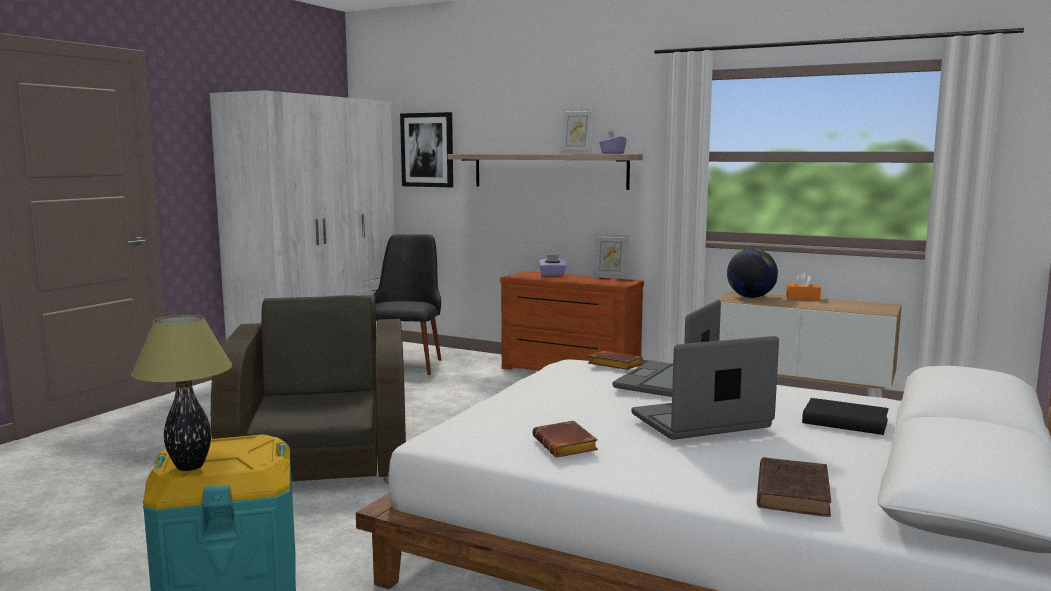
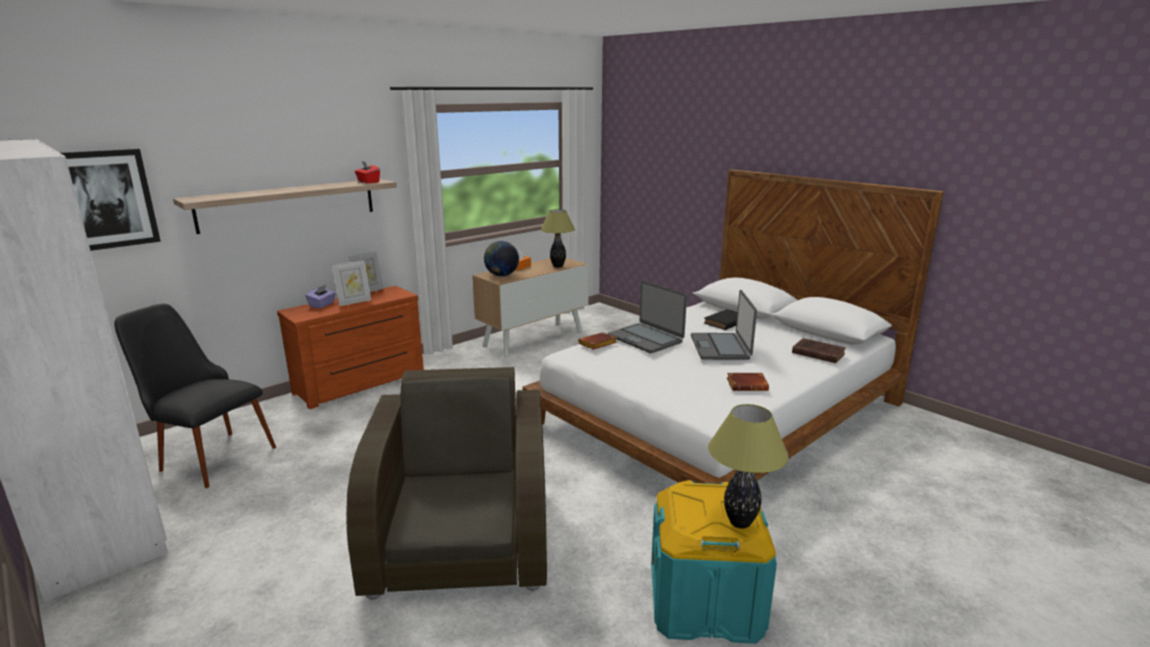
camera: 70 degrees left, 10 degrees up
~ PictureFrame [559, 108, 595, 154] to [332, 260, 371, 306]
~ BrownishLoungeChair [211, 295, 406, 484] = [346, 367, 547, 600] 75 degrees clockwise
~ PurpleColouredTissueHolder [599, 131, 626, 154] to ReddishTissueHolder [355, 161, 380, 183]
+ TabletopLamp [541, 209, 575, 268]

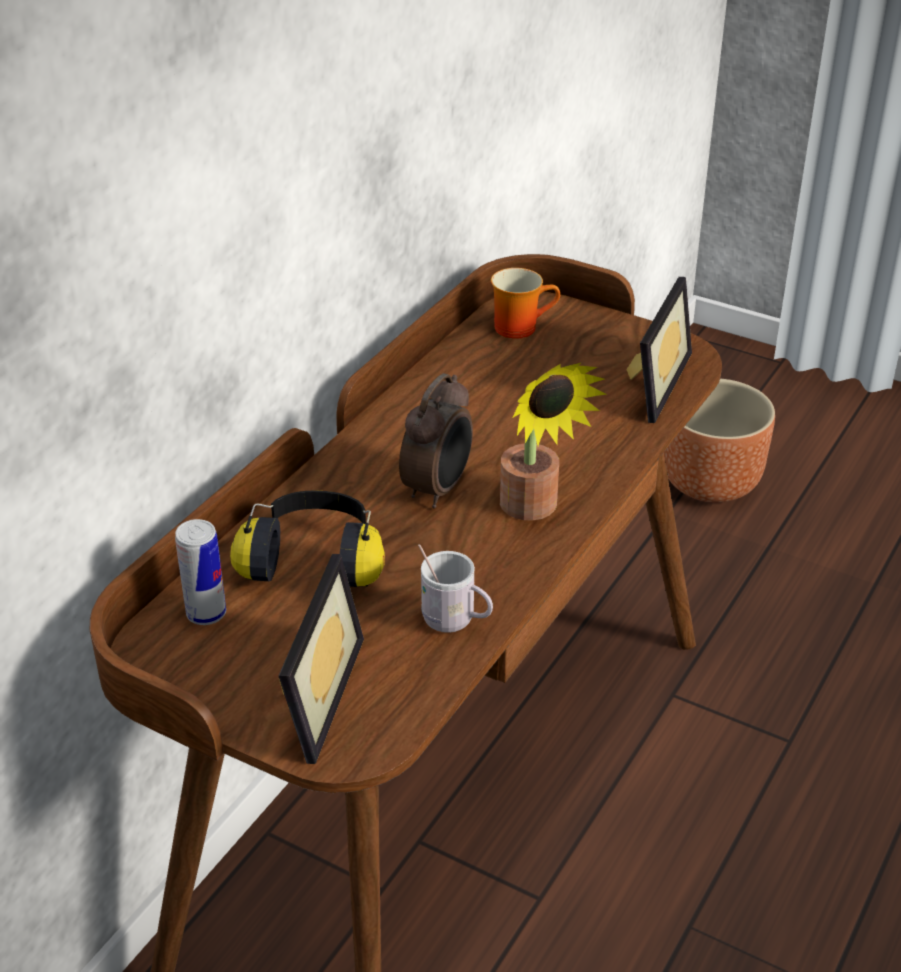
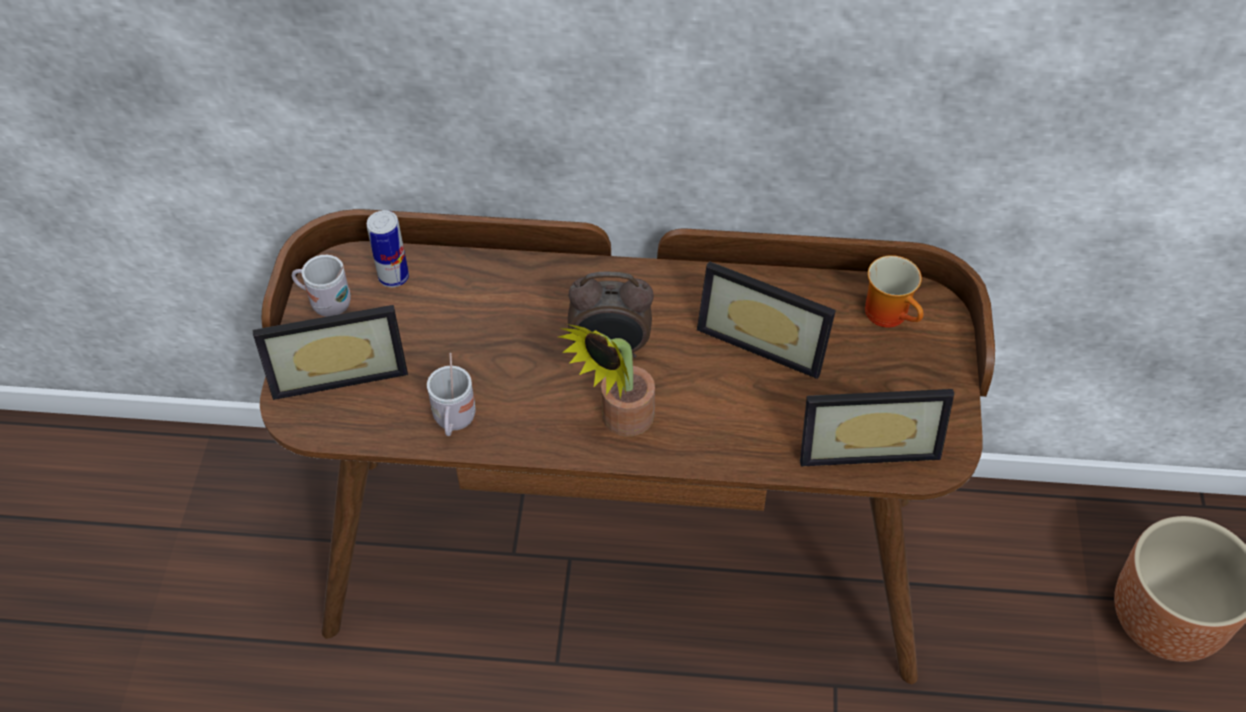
camera: 65 degrees right, 15 degrees up
+ WhiteCoffeeMug [292, 255, 351, 317]
+ PictureFrame [697, 261, 836, 379]
- Headphones [230, 491, 385, 587]

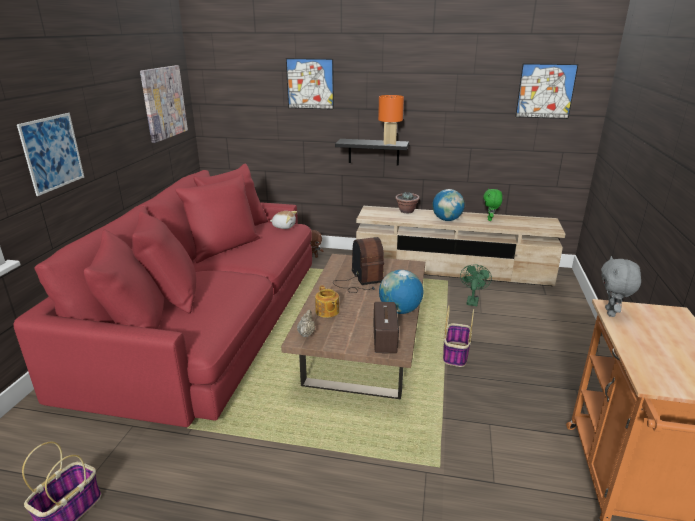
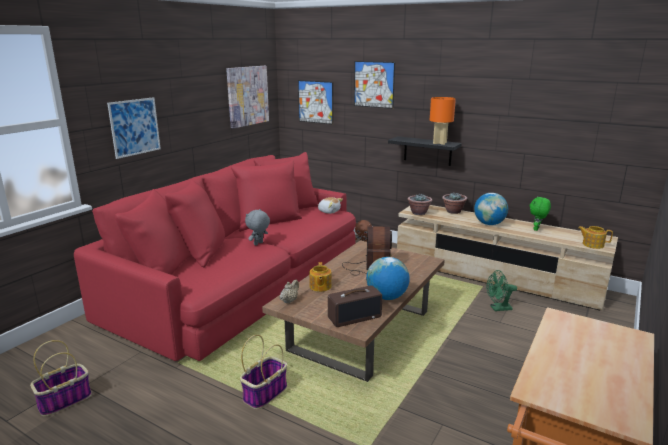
camera: 20 degrees right, 5 degrees down
~ StorageBasket [443, 305, 474, 367] to [240, 335, 287, 409]
~ GreyishPlushToy [601, 256, 641, 317] to [245, 209, 270, 245]
~ Picture [515, 63, 578, 119] to [298, 80, 333, 125]
~ RadioReceiver [374, 302, 399, 353] = [328, 285, 382, 327] 45 degrees clockwise
+ PottedPlant [408, 194, 432, 215]
~ GreenishFan [460, 264, 492, 306] = [487, 270, 517, 311] 135 degrees counterclockwise
+ TeaPot [578, 226, 613, 249]

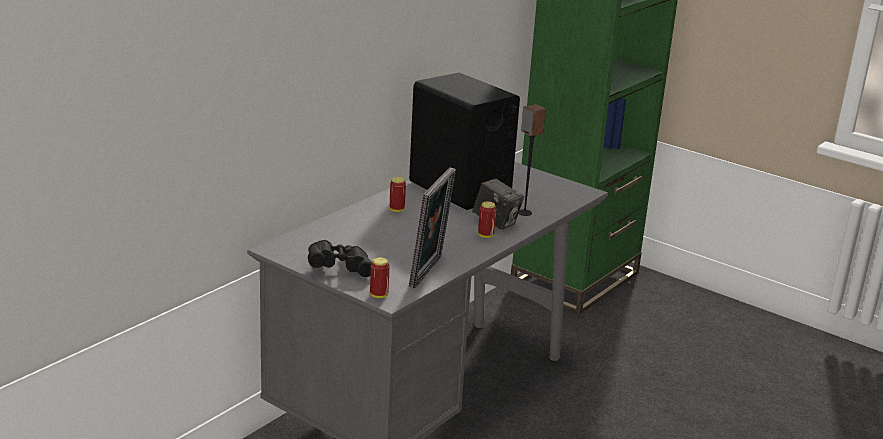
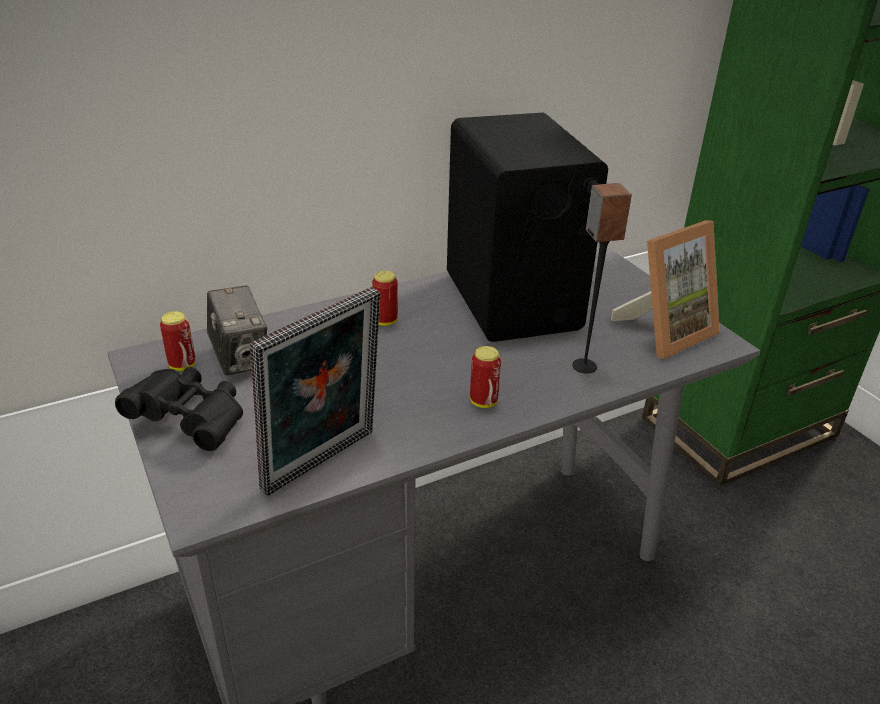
camera: 25 degrees right, 10 degrees up
~ Can [370, 257, 390, 298] to [160, 311, 196, 371]
~ PhotoCamera [472, 178, 524, 230] to [207, 286, 267, 375]
+ PictureFrame [611, 220, 720, 359]

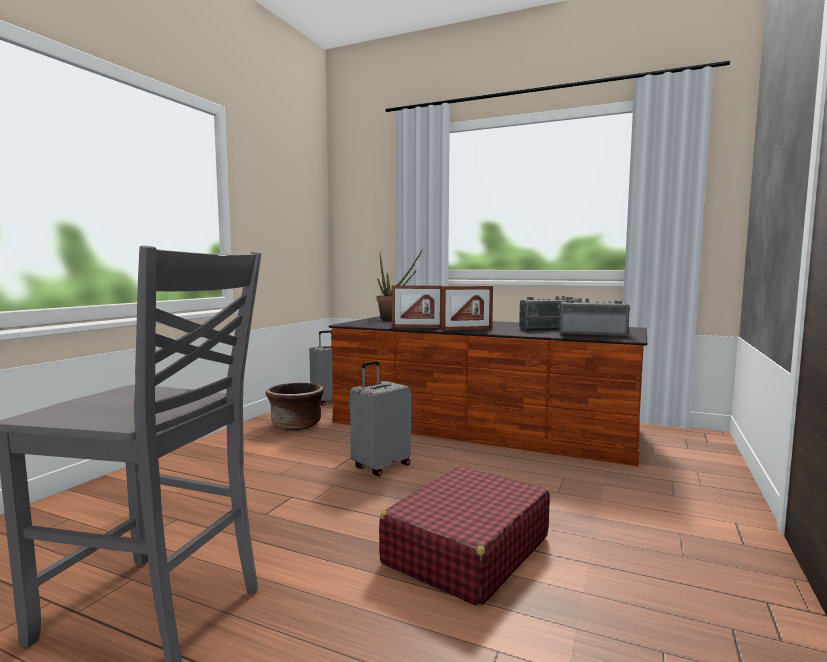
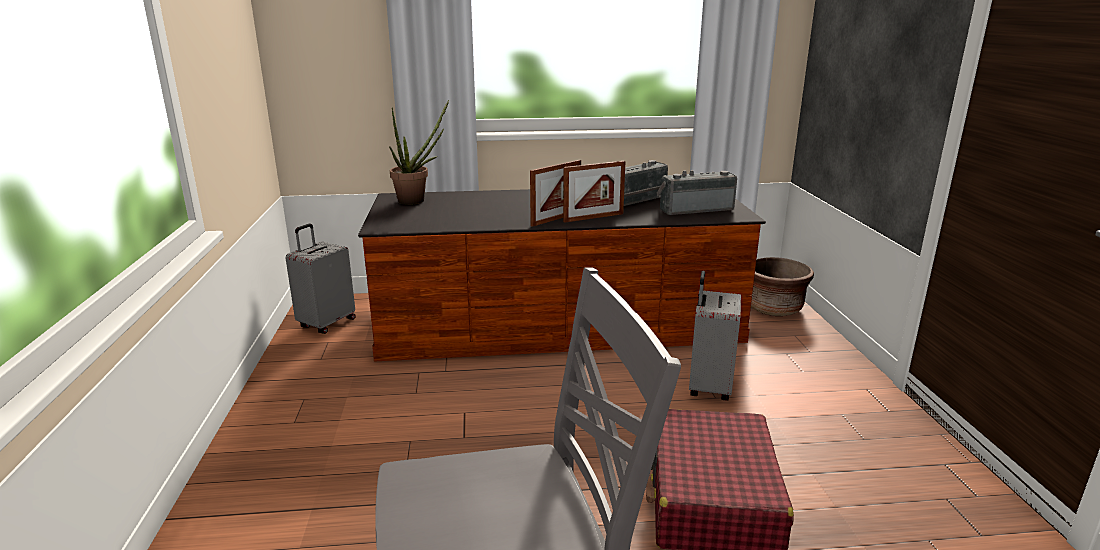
camera: 30 degrees left, 15 degrees up
~ PictureFrame [392, 285, 442, 328] to [563, 161, 626, 223]
~ GreyishSuitcase [350, 361, 411, 476] to [689, 271, 741, 401]
~ BrownishPlantPot [266, 383, 324, 430] to [751, 257, 814, 316]

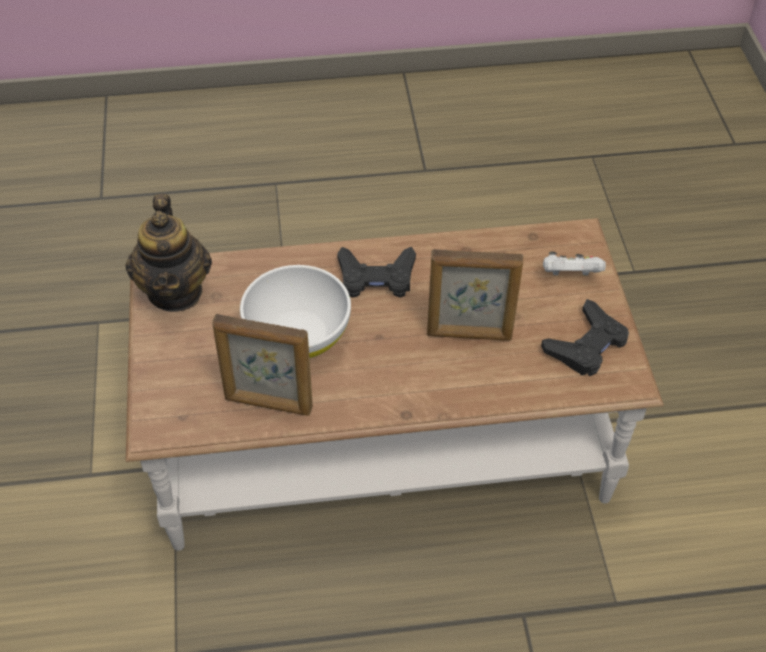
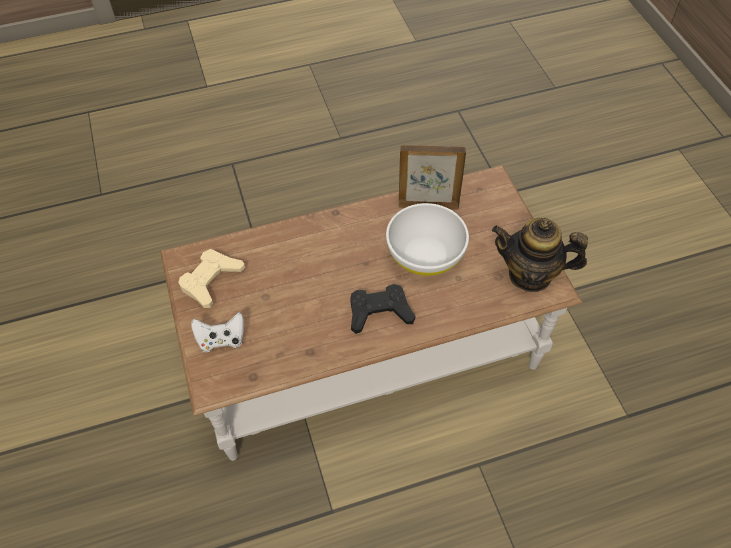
camera: 170 degrees right, 5 degrees up
~ BlackColouredGamepad [541, 299, 629, 376] to BeigeColouredGamepad [178, 249, 245, 308]
~ TeaPot [125, 194, 212, 312] = [492, 218, 588, 292] 60 degrees counterclockwise
- PictureFrame [427, 249, 523, 341]

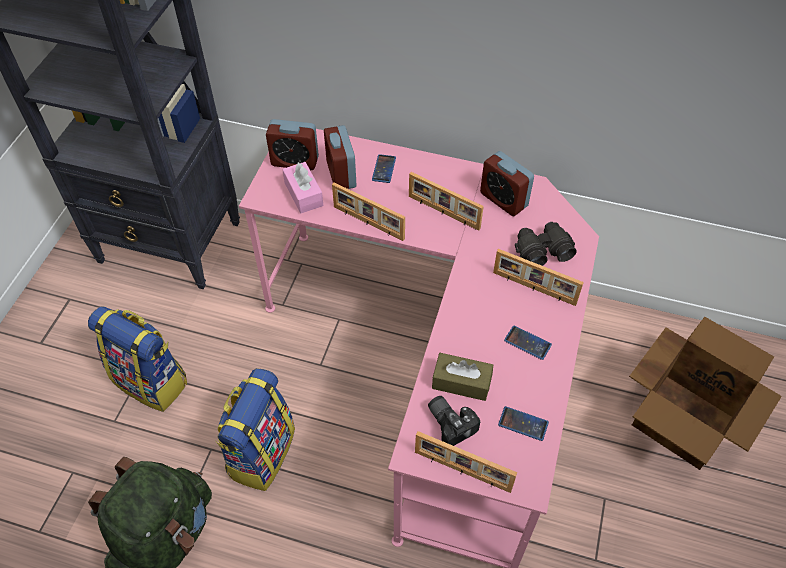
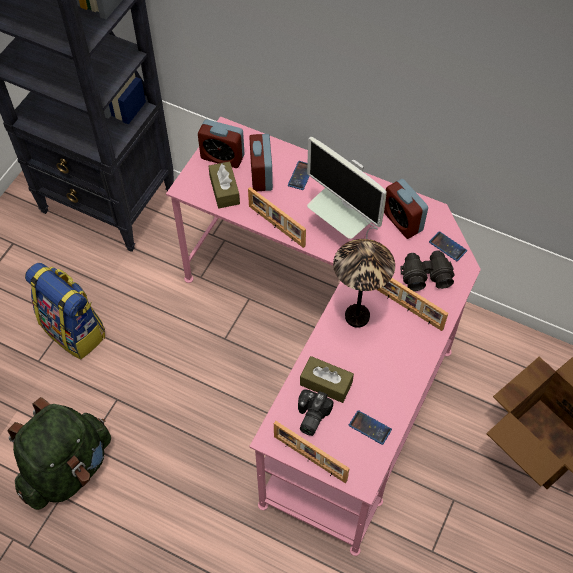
camera: 10 degrees right, 5 degrees up
~ PinkTissueHolder [282, 162, 323, 213] to BrownishTissueHolder [208, 161, 240, 209]
~ PhotoCamera [428, 396, 480, 446] = [298, 390, 334, 436] 135 degrees counterclockwise
~ PictureFrame [409, 172, 484, 231] to Monitor [307, 137, 387, 239]
+ TabletopLamp [333, 239, 395, 328]
~ Telephone [504, 325, 552, 360] to [429, 231, 467, 261]
- Backpack [216, 368, 295, 491]

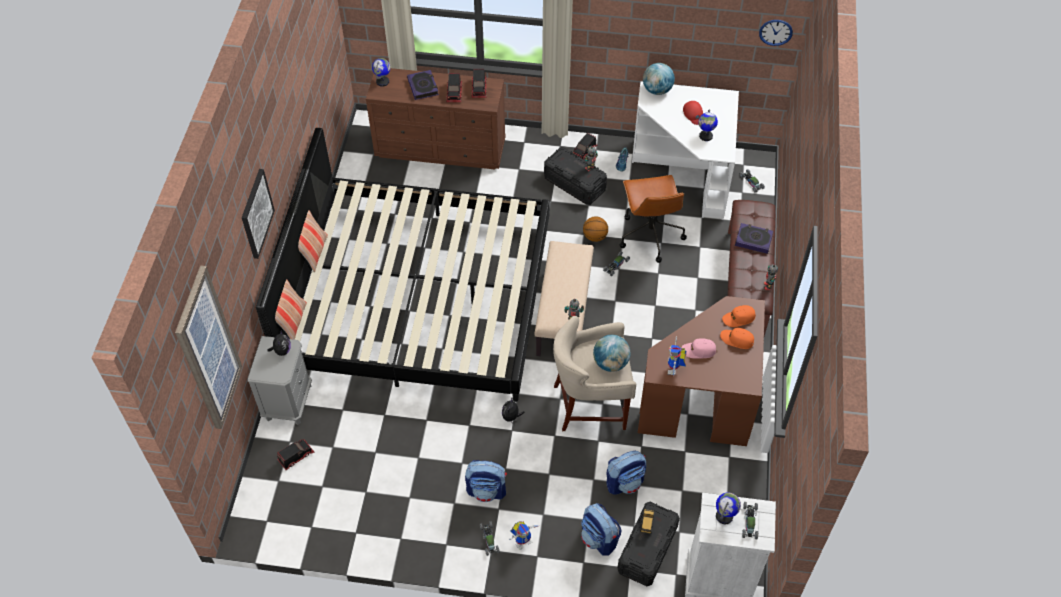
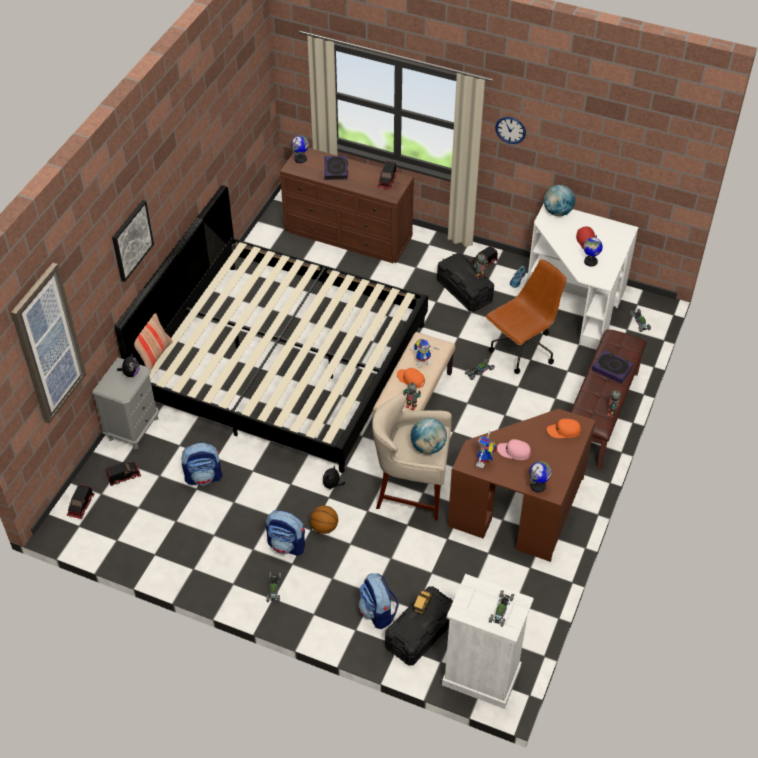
camera: 15 degrees right, 5 degrees down
~ ModelTruck [446, 73, 462, 102] to [67, 484, 95, 519]
~ Backpack [606, 451, 646, 495] to [182, 443, 222, 485]
~ BasketballBall [583, 217, 608, 242] to [310, 506, 338, 534]
~ OrangePeakedCap [720, 328, 754, 349] to [397, 368, 425, 388]
~ ModelRobot [509, 521, 538, 550] to [409, 338, 440, 367]
~ BrownishOfficeChair [620, 175, 687, 263] = [486, 259, 567, 374] 135 degrees counterclockwise
~ ClockOnTheWall [759, 20, 793, 46] to [495, 117, 526, 144]
~ WorldGlobe [716, 492, 741, 524] to [529, 461, 552, 492]
- Cushion [298, 210, 328, 272]

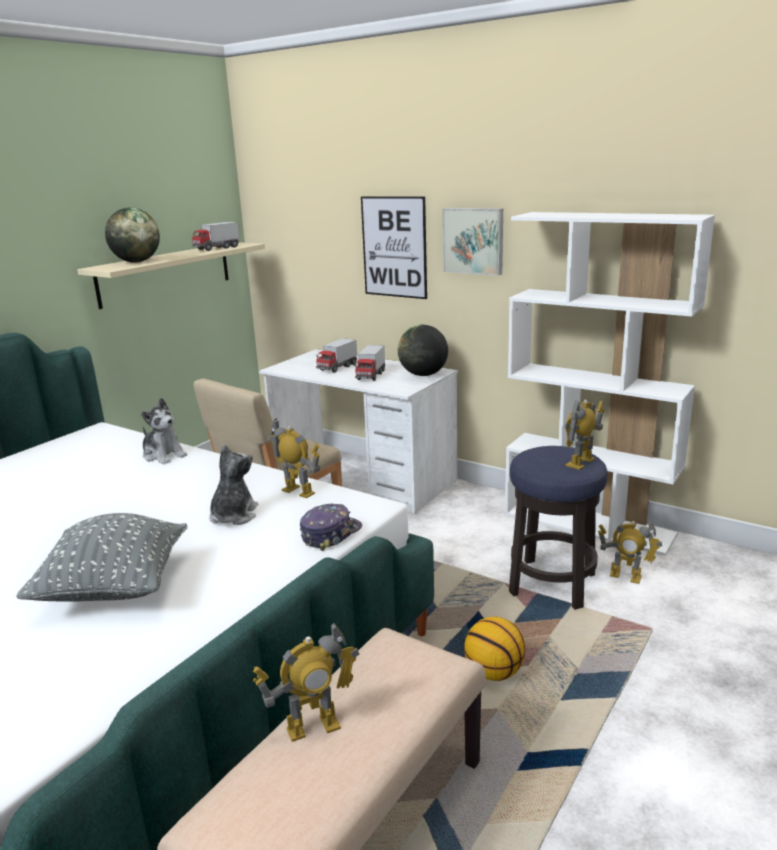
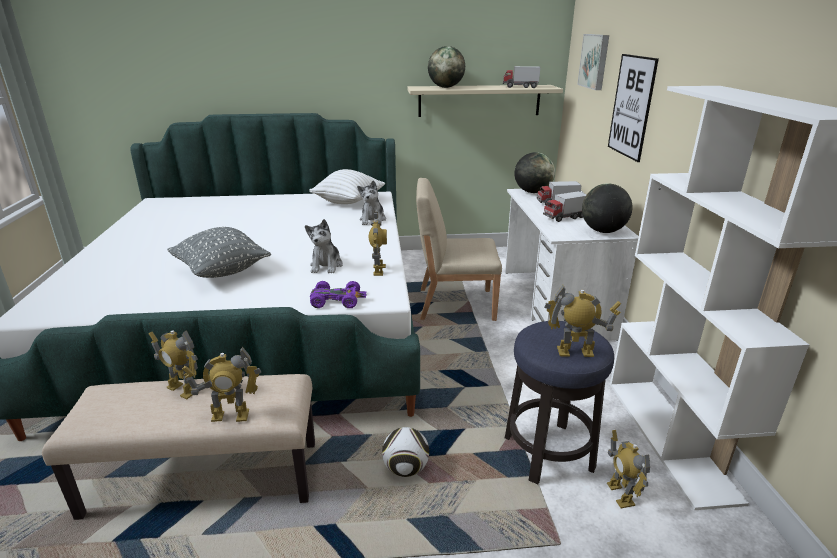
camera: 50 degrees right, 5 degrees up
+ ModelRobot [182, 347, 261, 422]
~ PlushToy [209, 445, 259, 525] = [305, 219, 343, 273] 120 degrees clockwise
+ WhiteCushion [309, 169, 385, 204]
~ PeakedCap [300, 503, 362, 551] to PurpleColouredModelCar [310, 281, 367, 308]
~ BasketballBall [464, 616, 526, 681] to Football [382, 427, 429, 477]
+ WorldGlobe [514, 152, 555, 193]
~ Picture [442, 208, 503, 276] to [577, 34, 609, 90]

